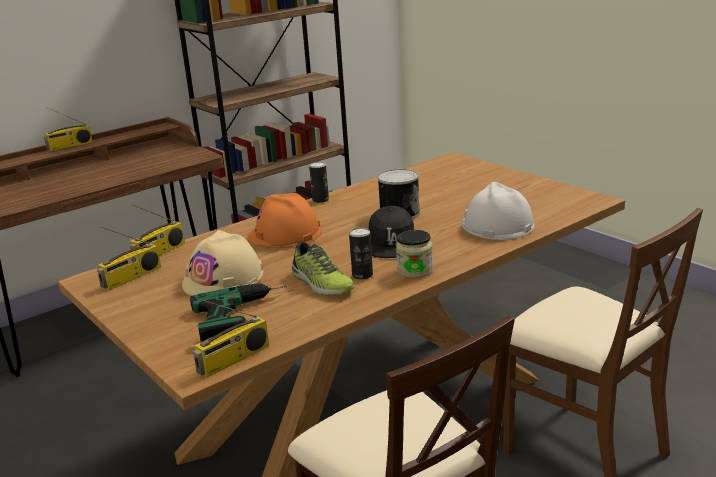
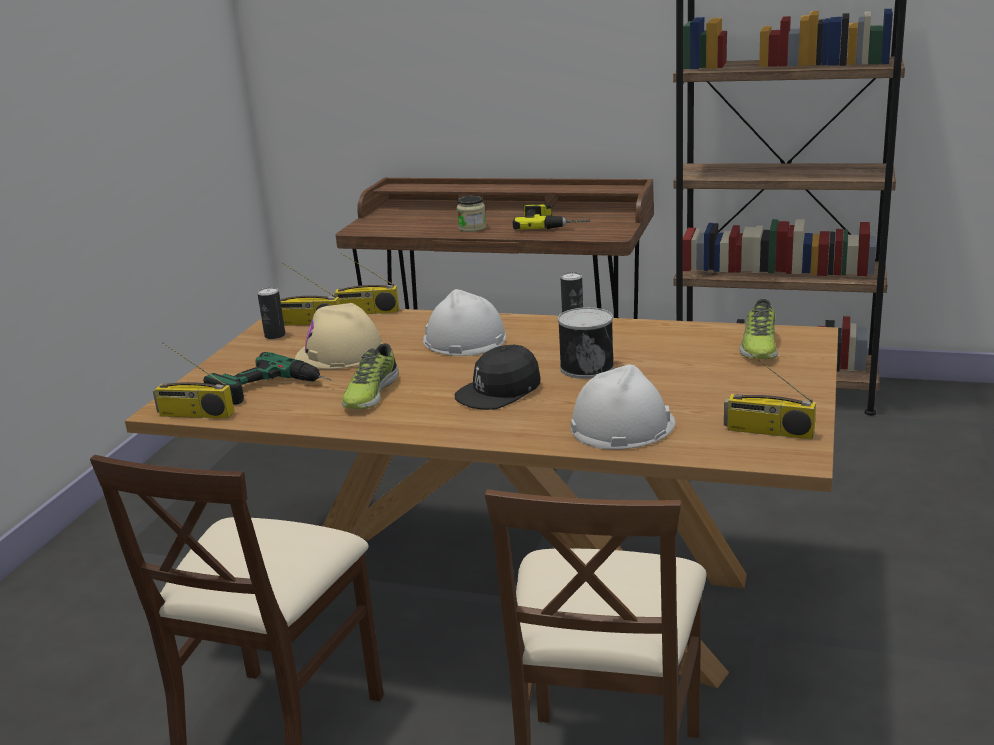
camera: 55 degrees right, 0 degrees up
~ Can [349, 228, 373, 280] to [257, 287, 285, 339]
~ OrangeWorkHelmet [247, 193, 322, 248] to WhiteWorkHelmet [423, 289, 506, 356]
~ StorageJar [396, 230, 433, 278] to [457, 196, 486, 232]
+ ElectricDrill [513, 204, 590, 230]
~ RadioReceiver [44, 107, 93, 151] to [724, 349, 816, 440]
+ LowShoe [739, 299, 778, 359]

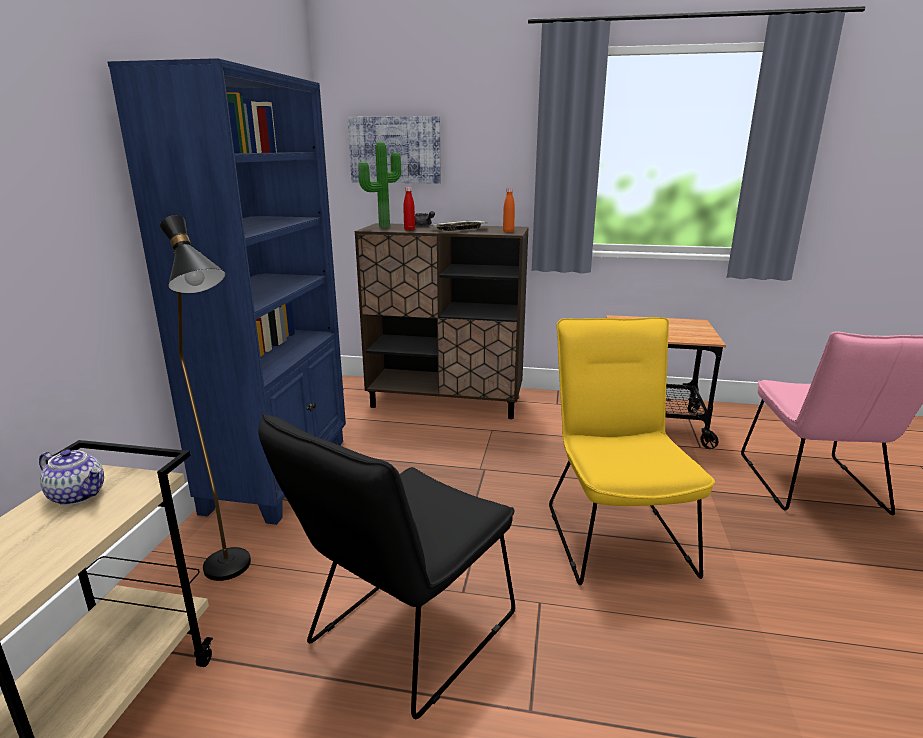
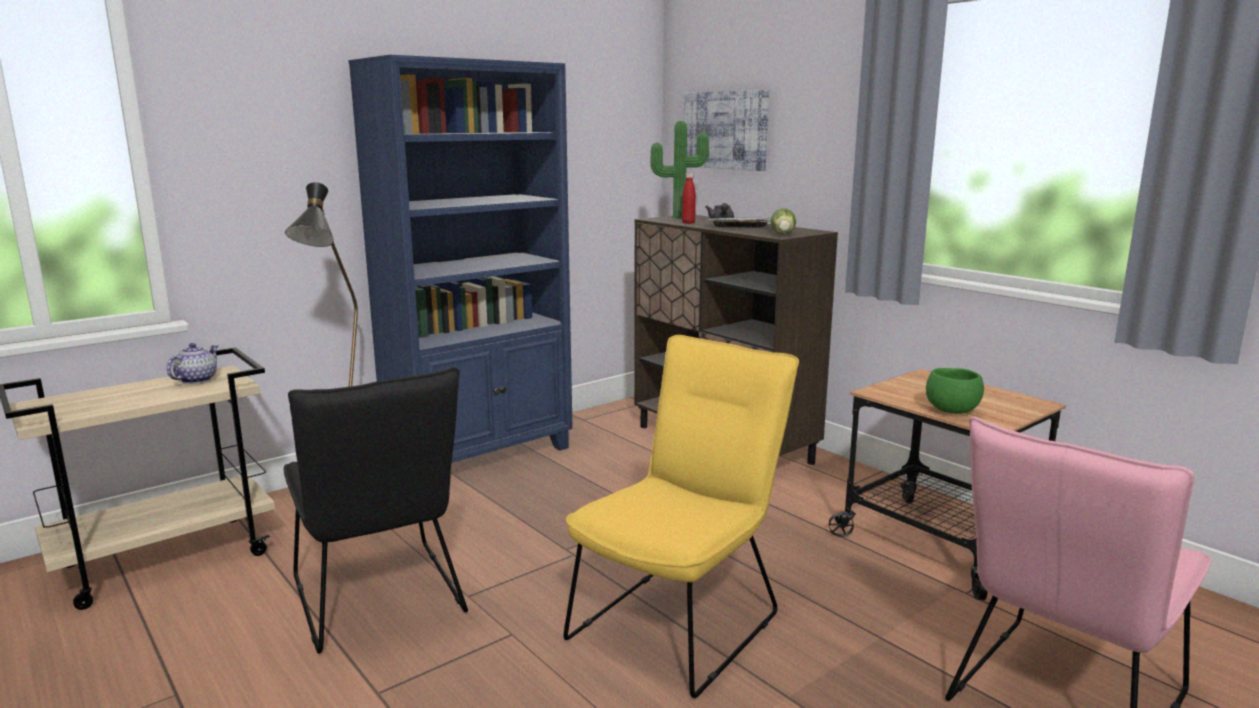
camera: 40 degrees right, 5 degrees down
~ TeaPot [39, 449, 104, 505] = [167, 343, 219, 384] 135 degrees counterclockwise
~ BlackColouredChair [258, 413, 515, 719] = [284, 367, 468, 654] 105 degrees counterclockwise
~ OrangeDrinkBottle [503, 188, 515, 232] to LettuceHead [771, 208, 796, 234]
+ GreenishDeepDish [926, 368, 984, 414]

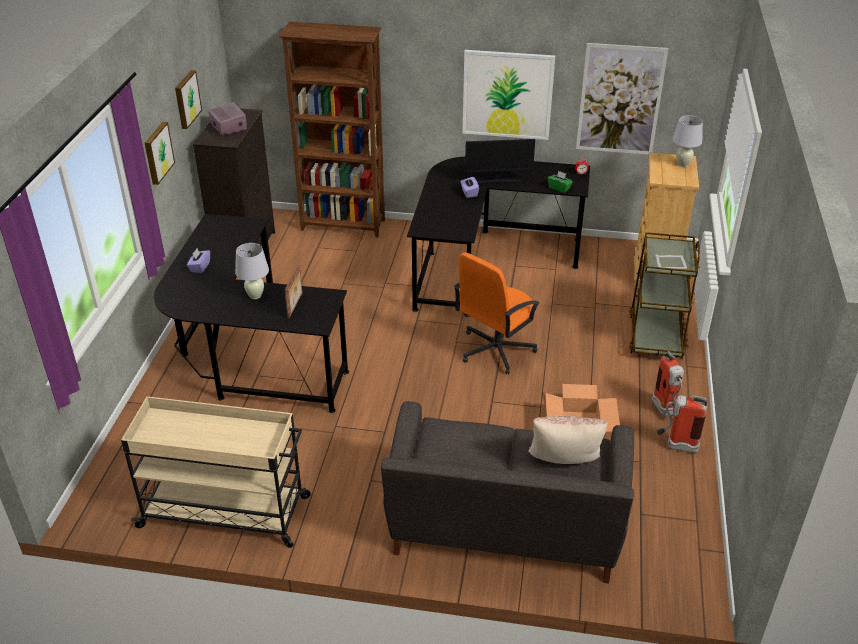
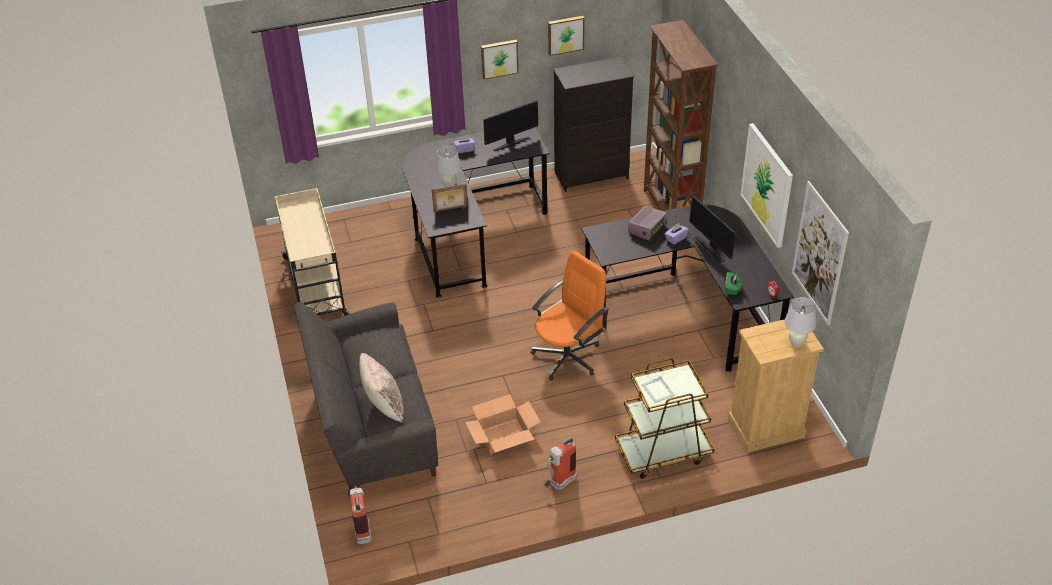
camera: 65 degrees right, 5 degrees up
~ FireExtinguisher [657, 394, 707, 453] to [349, 486, 372, 544]
+ Monitor [483, 100, 538, 151]
~ OrangeOfficeChair [454, 252, 540, 374] = [531, 251, 609, 381] 120 degrees clockwise
~ RadioReceiver [209, 102, 247, 135] to [628, 206, 667, 240]

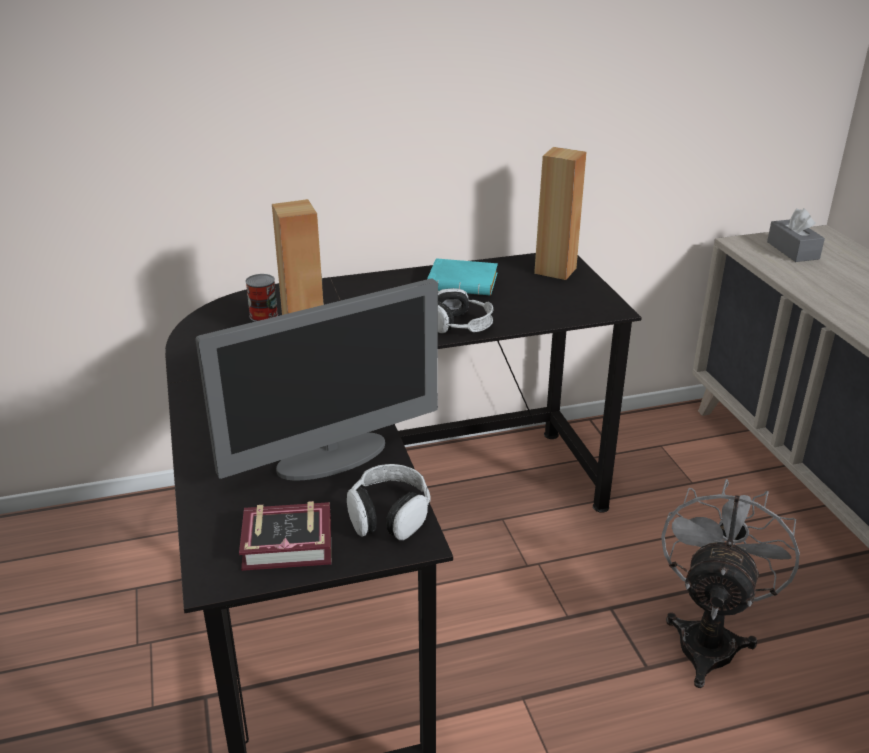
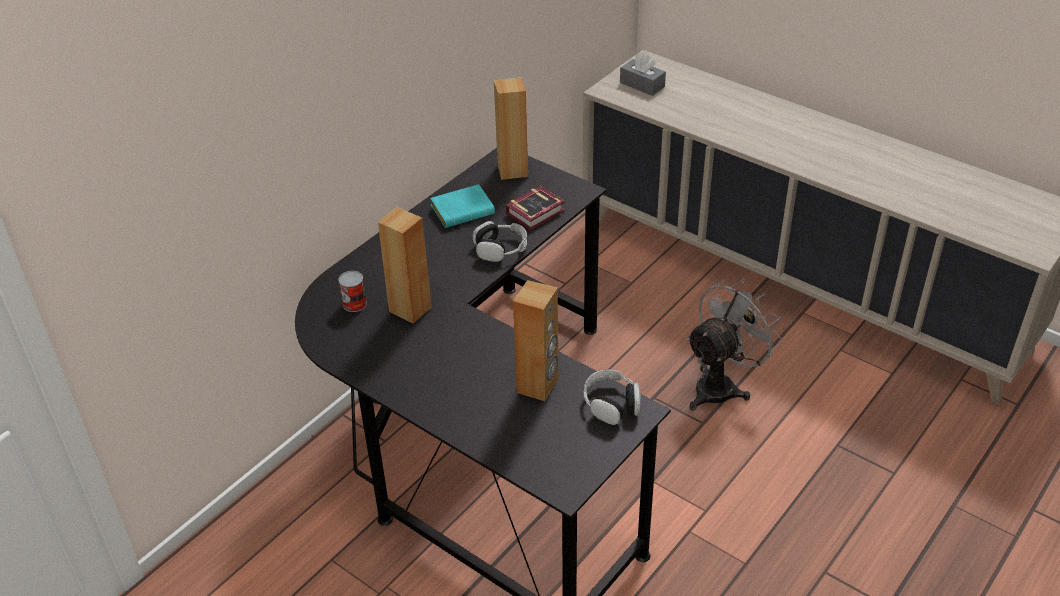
camera: 35 degrees left, 10 degrees up
~ BoundBook [239, 501, 331, 571] to [506, 186, 565, 231]
~ Monitor [195, 278, 438, 481] to BrownishLoudspeaker [513, 280, 558, 401]
~ GreyishFan [661, 479, 800, 688] = [686, 279, 783, 411] 60 degrees clockwise

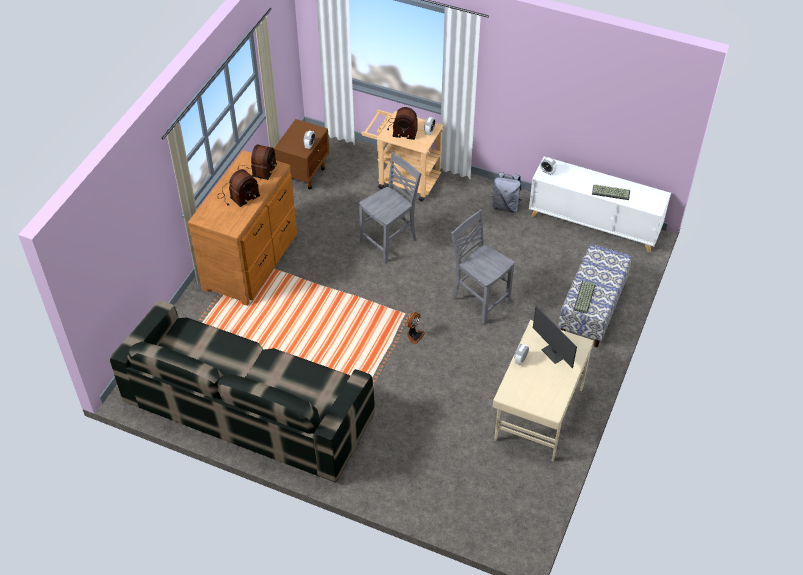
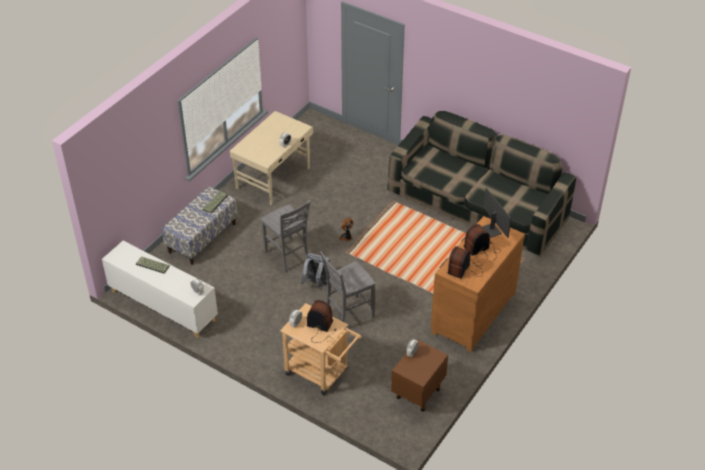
camera: 170 degrees left, 5 degrees down
~ GreyishBackpack [493, 172, 521, 213] to [301, 253, 330, 290]
~ Monitor [533, 306, 577, 368] to [482, 188, 511, 238]

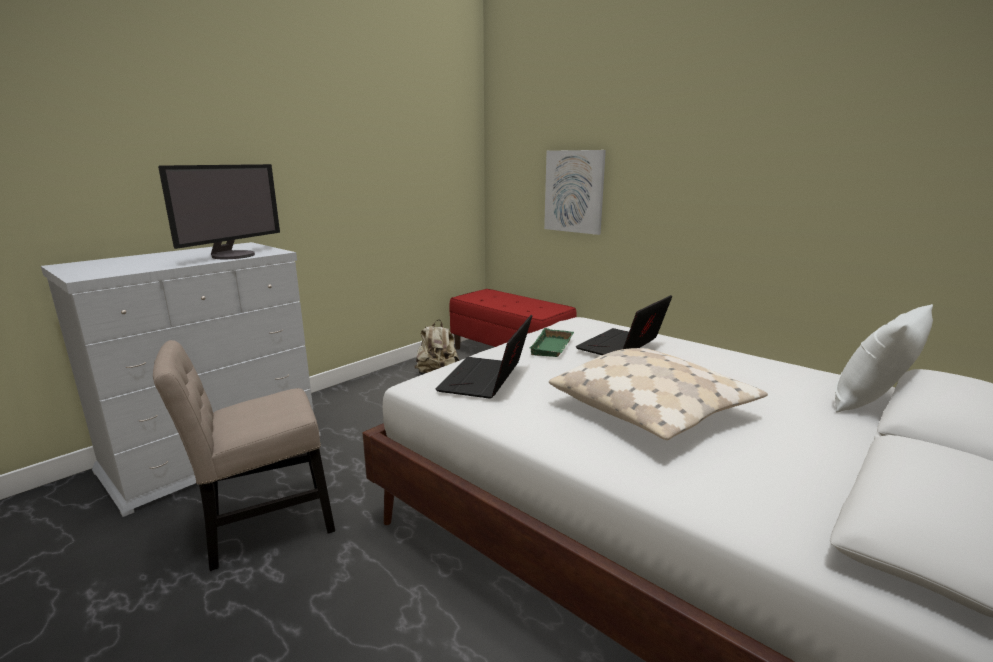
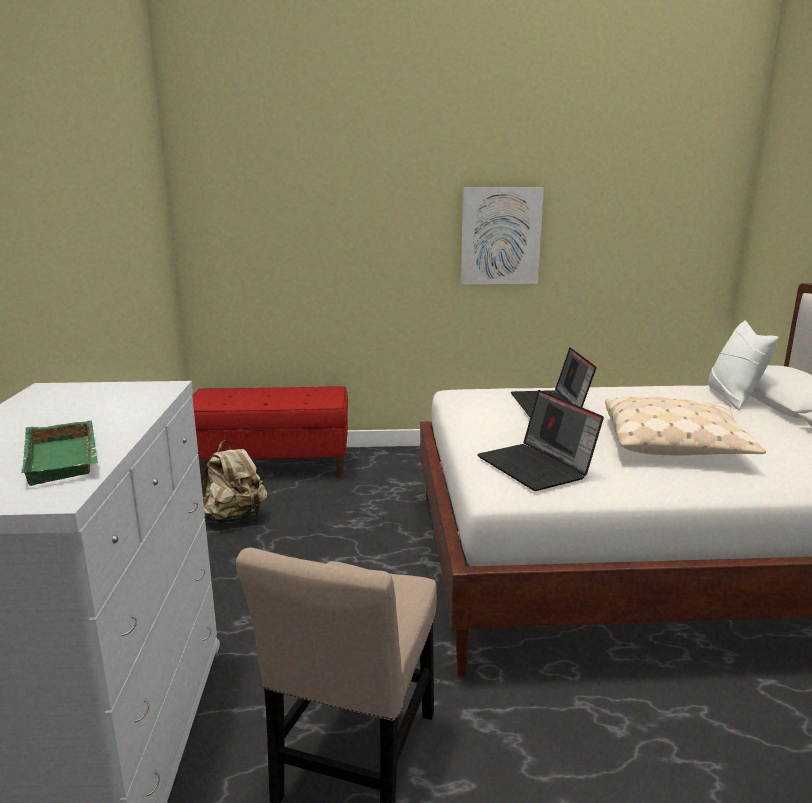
camera: 45 degrees left, 0 degrees up
~ GreenishTray [530, 328, 574, 357] to [21, 420, 98, 486]
~ Picture [544, 150, 606, 235] to [461, 187, 544, 284]
- Monitor [158, 164, 280, 259]

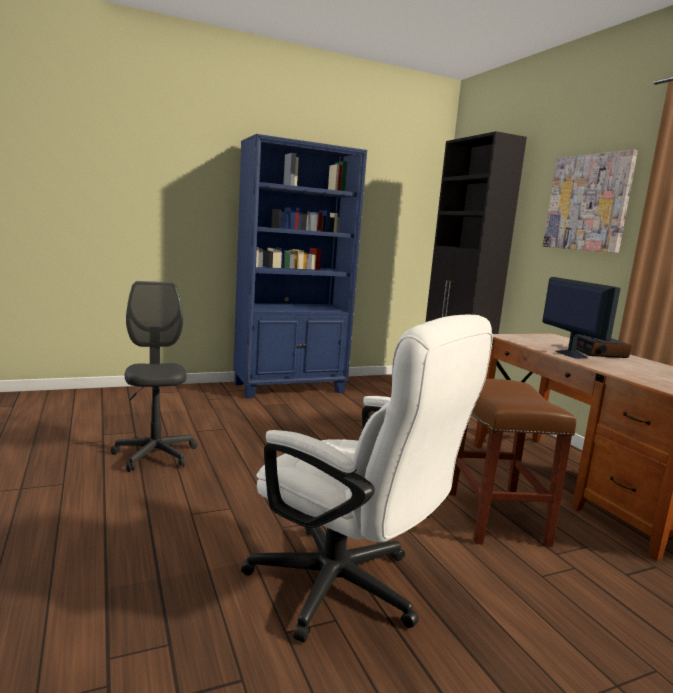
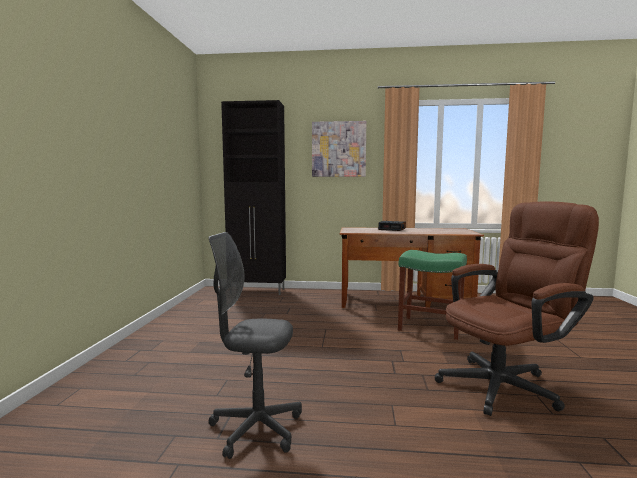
camera: 60 degrees left, 5 degrees down
~ BrownishStool [449, 379, 576, 547] to GreenishStool [398, 250, 467, 340]
~ WhiteOfficeChair [241, 314, 493, 643] to BrownishOfficeChair [435, 201, 599, 416]
- BlueColouredBookcase [233, 134, 367, 398]
- Monitor [542, 277, 621, 359]

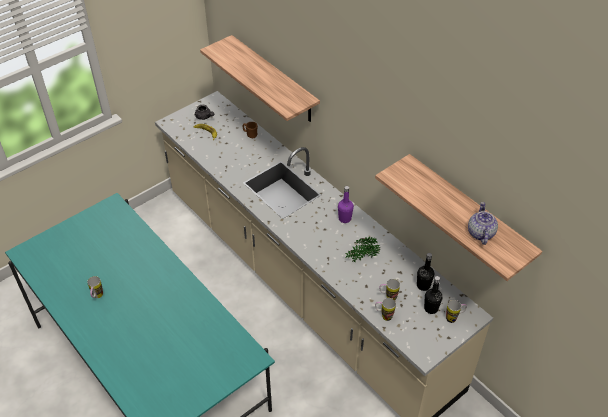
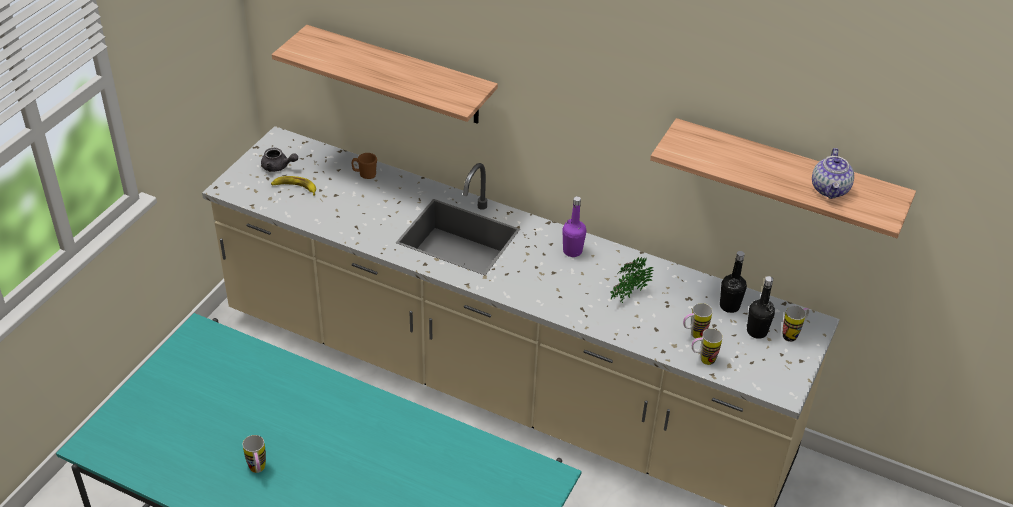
camera: 25 degrees left, 5 degrees down
~ TeaPot [468, 202, 498, 245] = [812, 148, 854, 199] 150 degrees counterclockwise

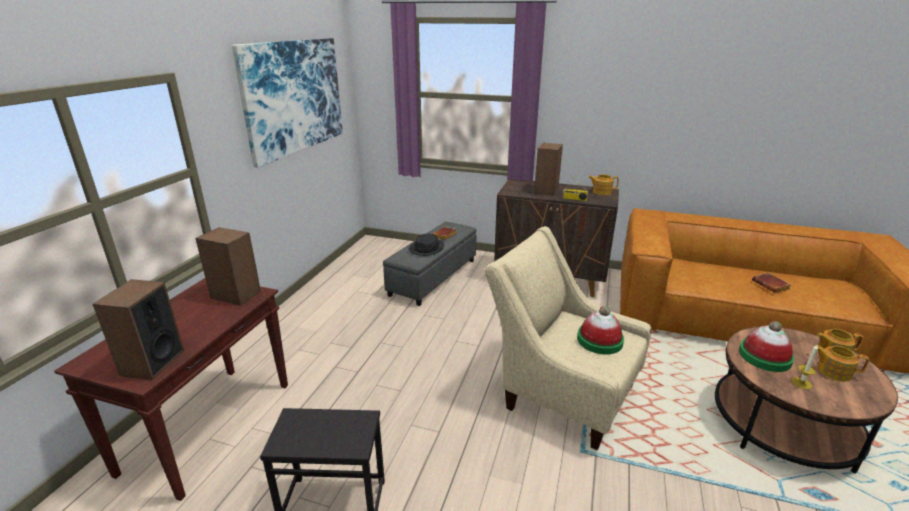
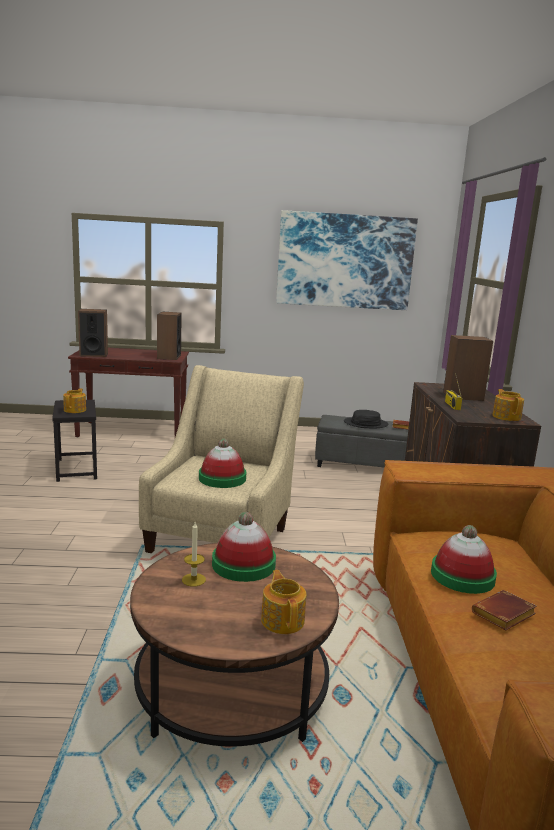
camera: 70 degrees right, 10 degrees down
~ TeaPot [817, 346, 869, 382] to [63, 388, 86, 413]
+ Hat [431, 525, 497, 594]

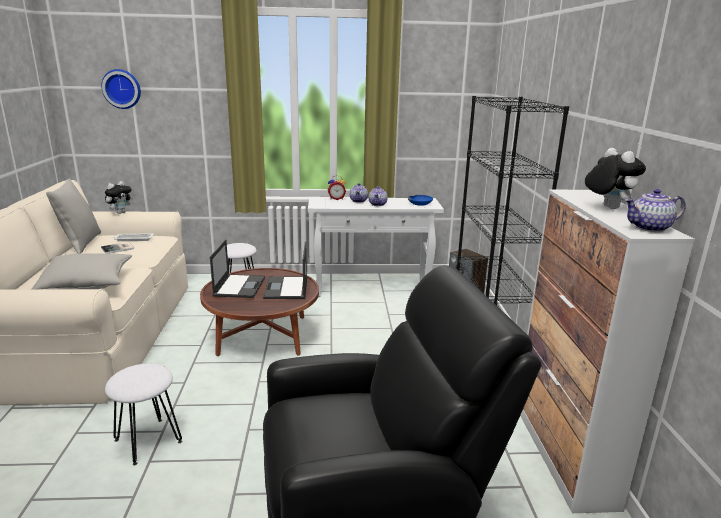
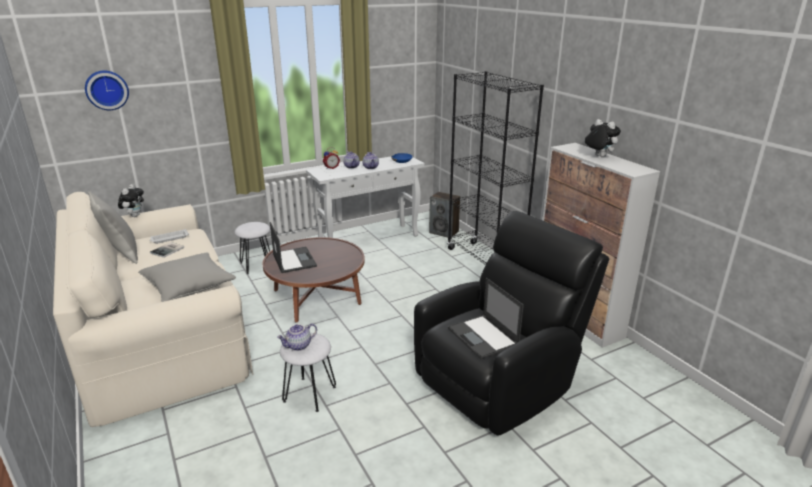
camera: 25 degrees left, 5 degrees up
~ TeaPot [624, 189, 686, 232] to [277, 324, 317, 351]
~ NotebookComputer [263, 242, 307, 299] to [448, 278, 524, 359]

